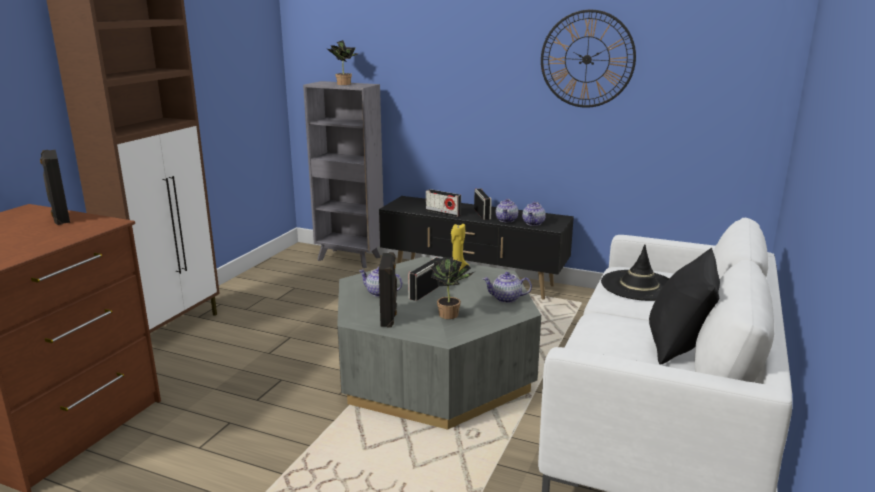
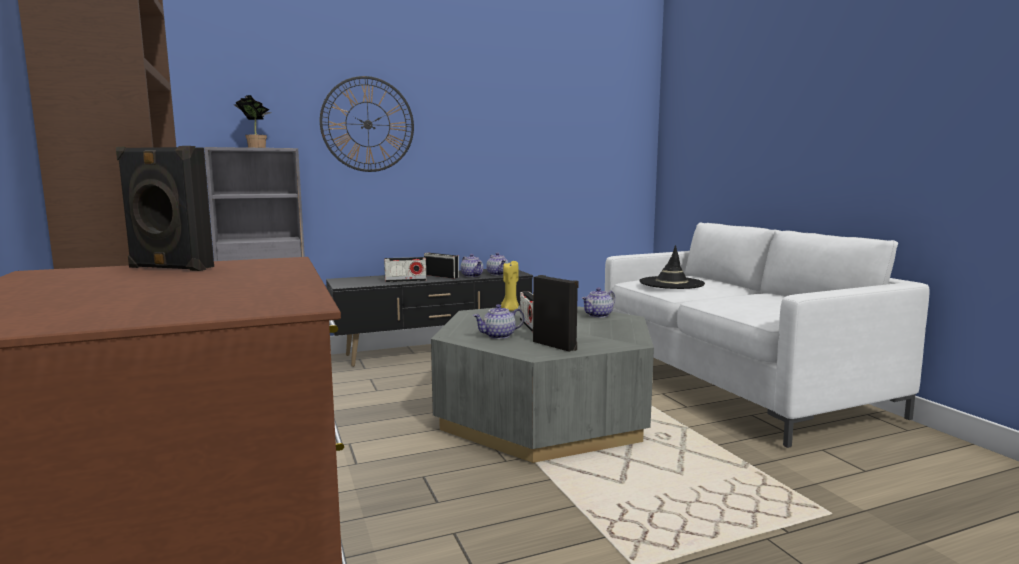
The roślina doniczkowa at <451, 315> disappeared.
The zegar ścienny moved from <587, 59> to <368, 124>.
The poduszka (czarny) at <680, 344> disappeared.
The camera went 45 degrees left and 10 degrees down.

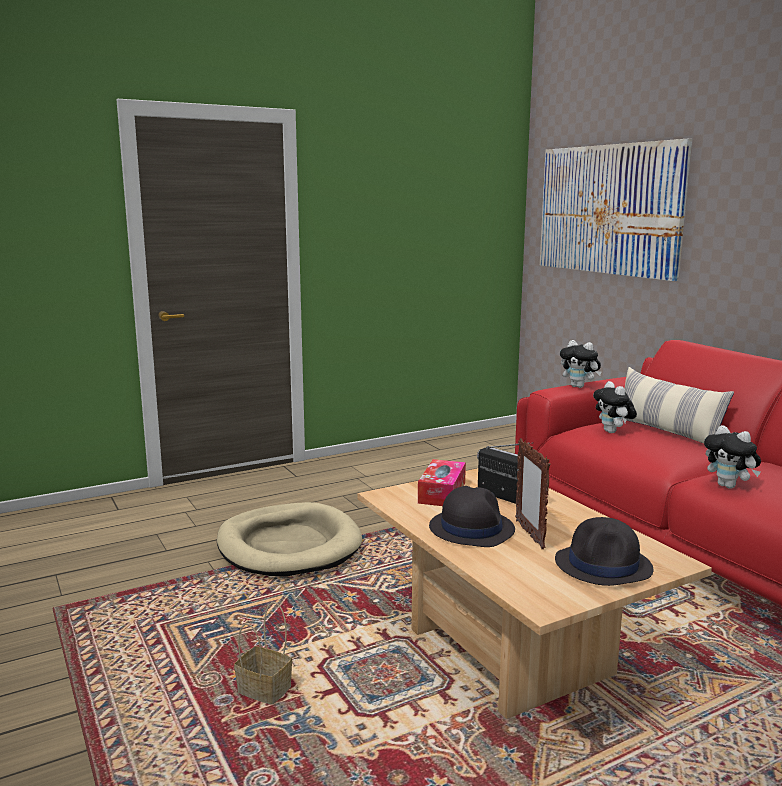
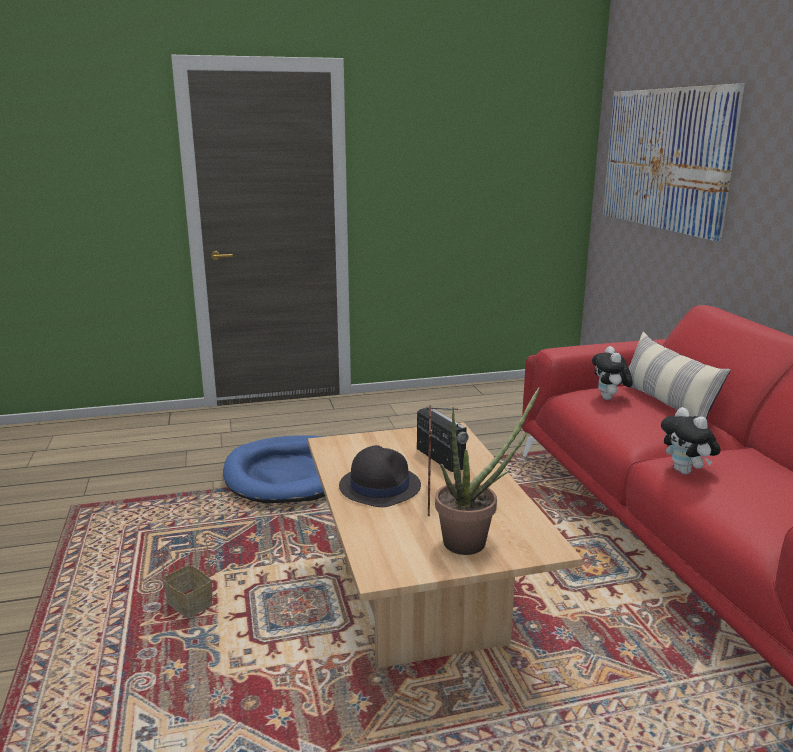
The legowisko (beżowy) at <289, 545> became the legowisko (niebieski) at <288, 474>.
The pudełko chusteczek at <442, 492> disappeared.
The kapelusz (czarny) at <604, 565> was replaced by the roślina doniczkowa at <473, 541>.
The pluszak at <579, 387> disappeared.
The camera went 15 degrees right and 5 degrees up.

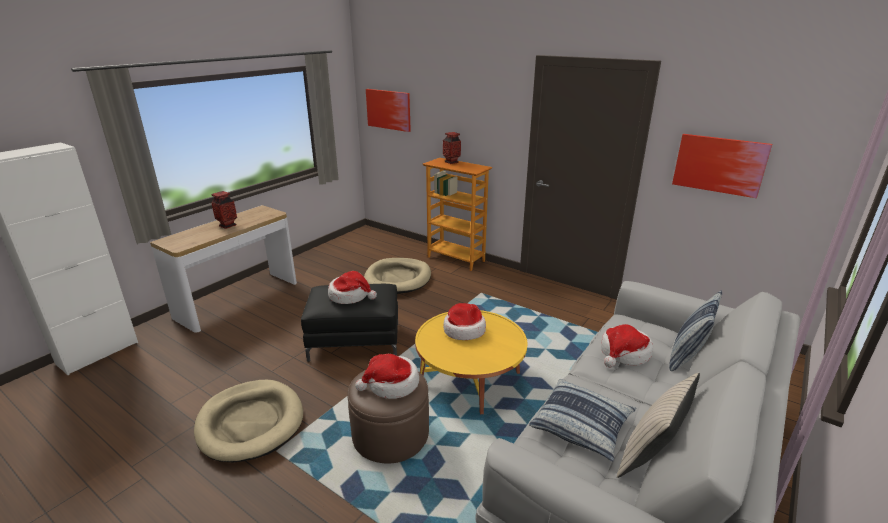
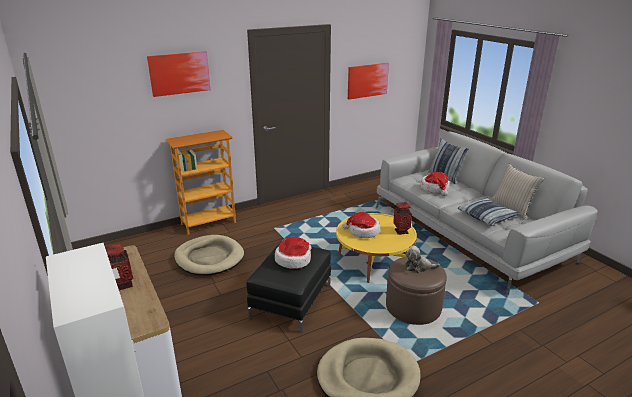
The kapelusz at <391, 384> was replaced by the pluszak at <419, 267>.
The obraz moved from <388, 109> to <179, 73>.
The wazon moved from <451, 162> to <401, 231>.
The camera went 65 degrees left and 0 degrees up.

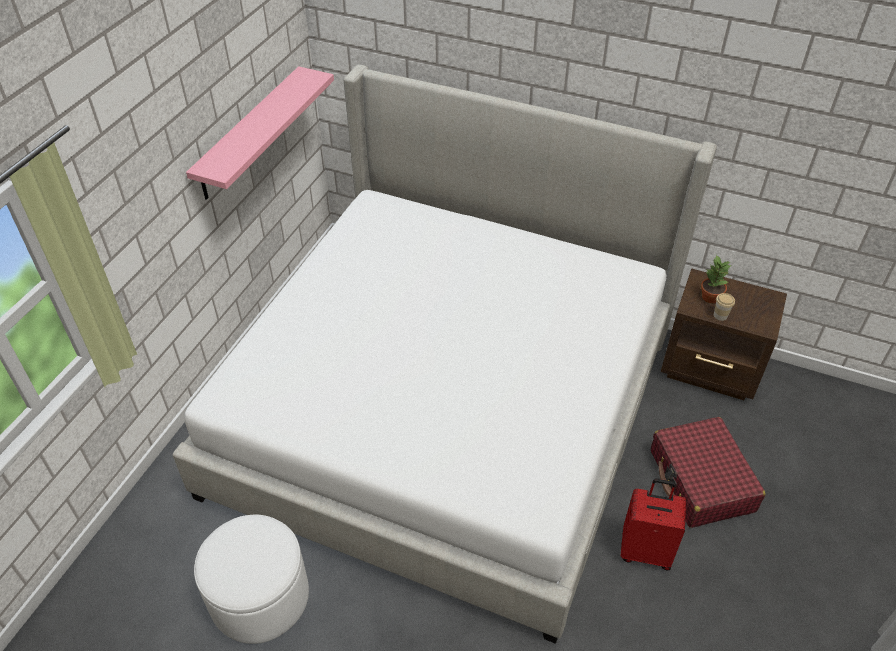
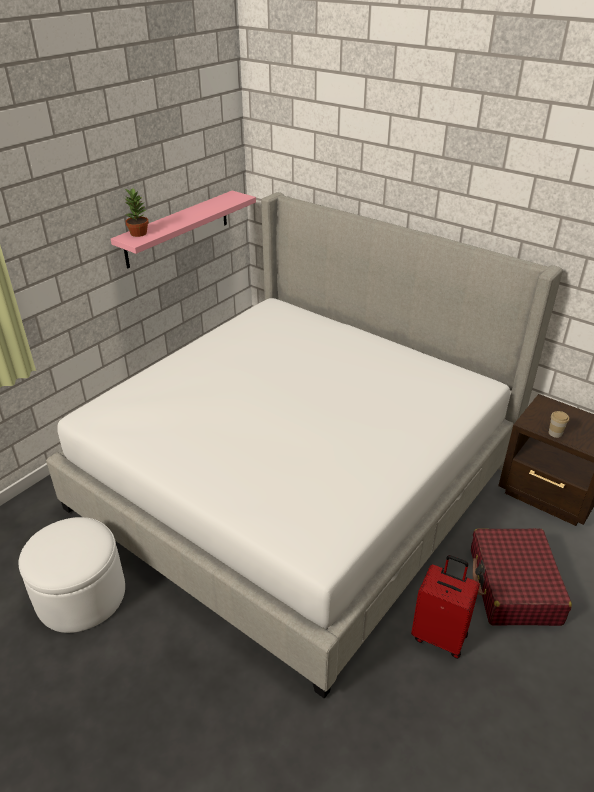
The roślina doniczkowa moved from <710, 297> to <138, 233>.
The camera went 15 degrees right and 10 degrees down.

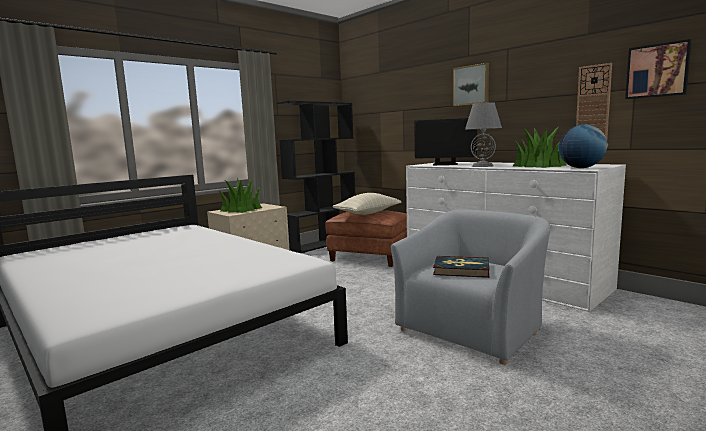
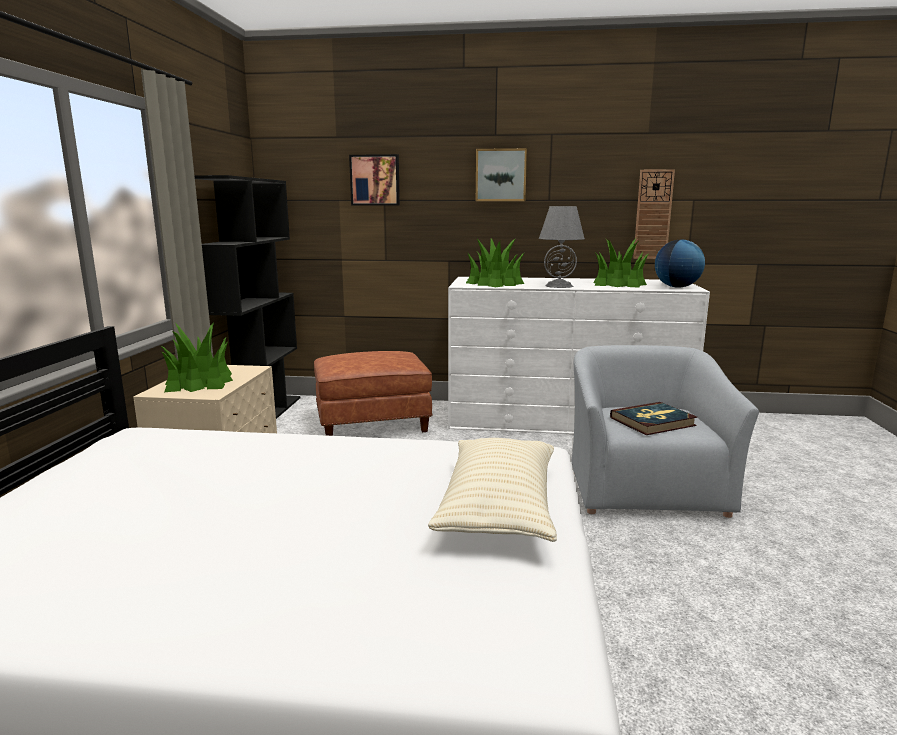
The poduszka (beżowy) moved from <367, 213> to <499, 508>.
The monitor at <445, 164> was replaced by the roślina doniczkowa at <495, 283>.
The obraz moved from <657, 71> to <375, 180>.
The camera went 40 degrees left and 5 degrees up.

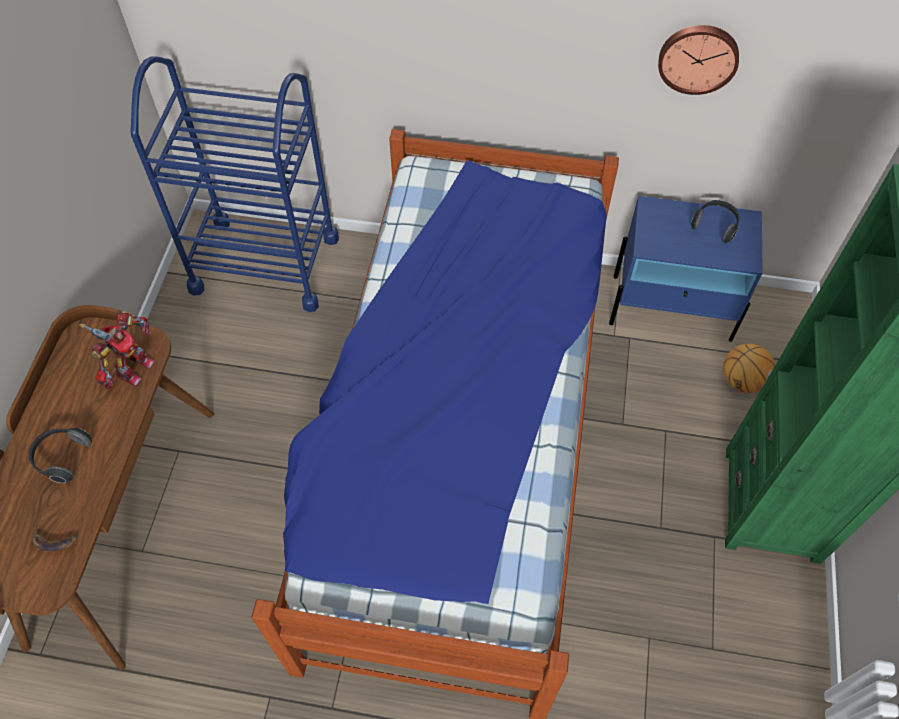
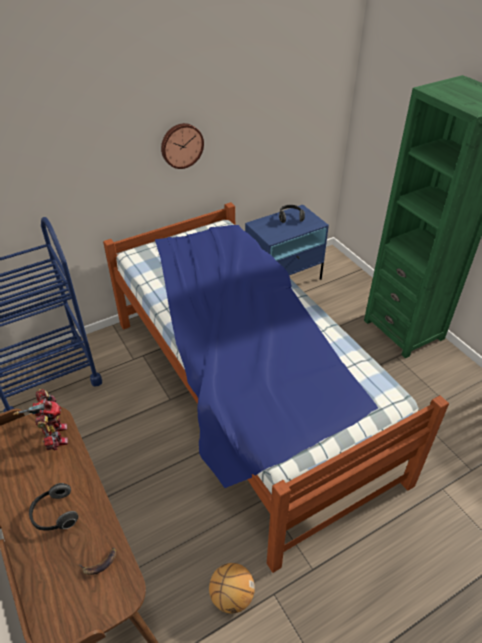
The zegar ścienny moved from <698, 57> to <181, 145>.
The piłka do koszykówki moved from <741, 380> to <231, 596>.
The camera went 40 degrees left and 15 degrees down.

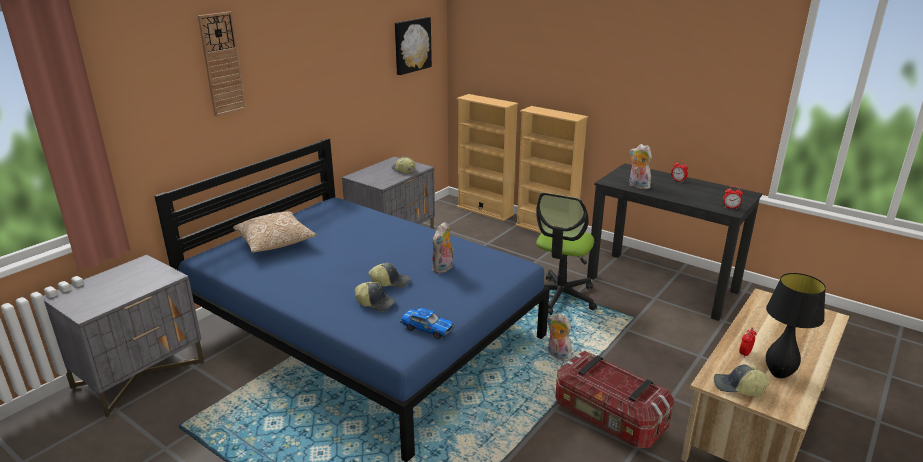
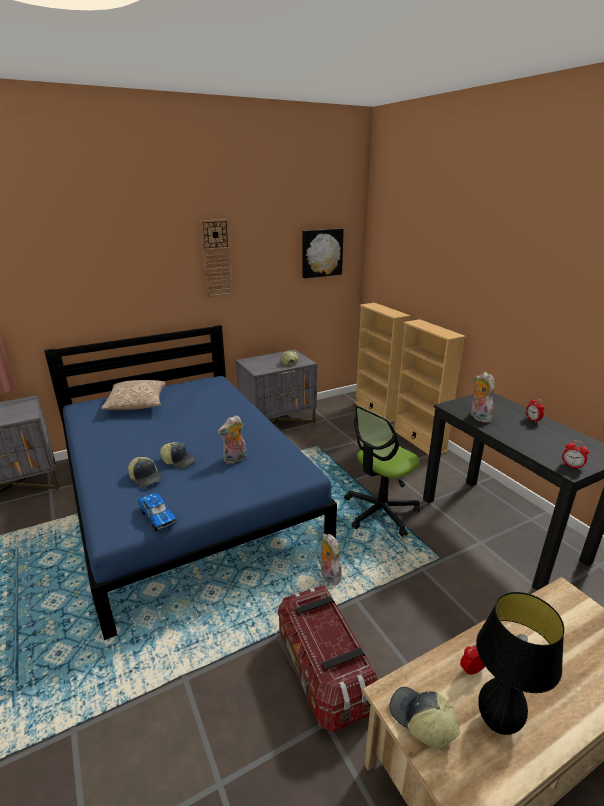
The zegar ścienny moved from <222, 64> to <216, 258>.
The camera went 25 degrees right and 0 degrees up.

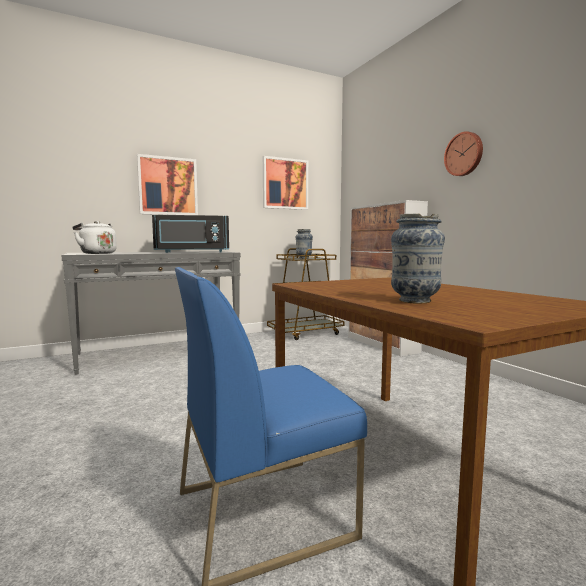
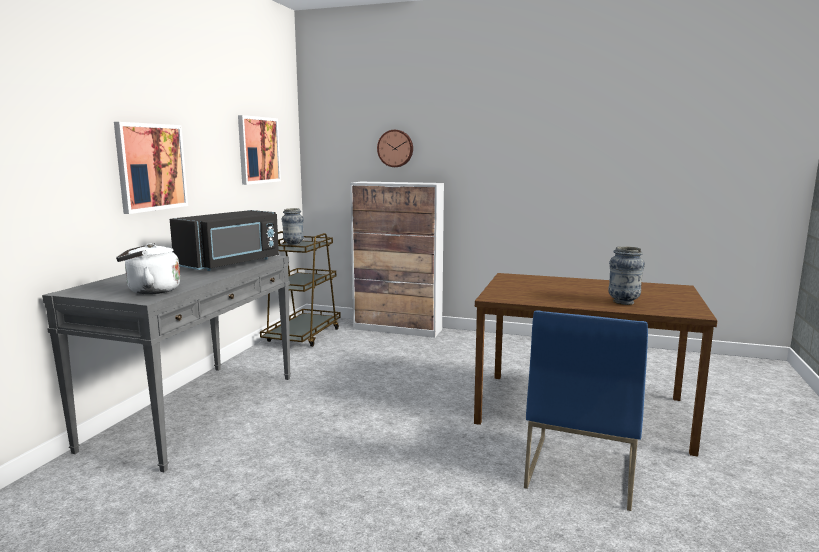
The zegar ścienny moved from <464, 154> to <395, 148>.
The camera went 45 degrees left and 5 degrees up.

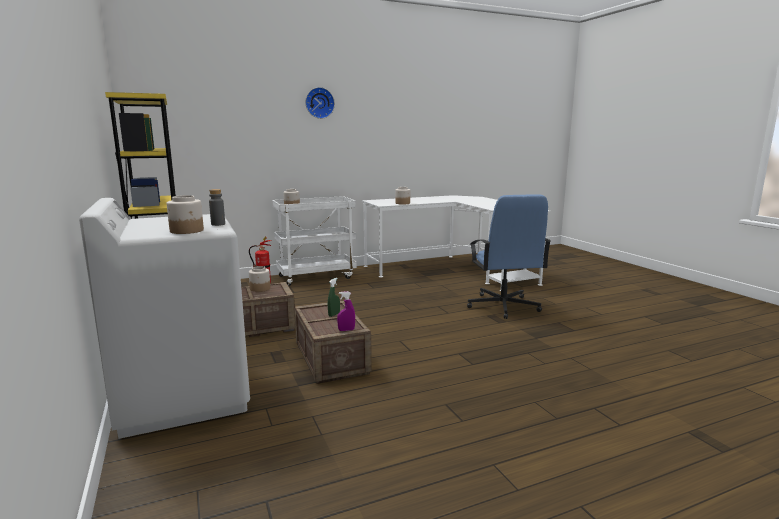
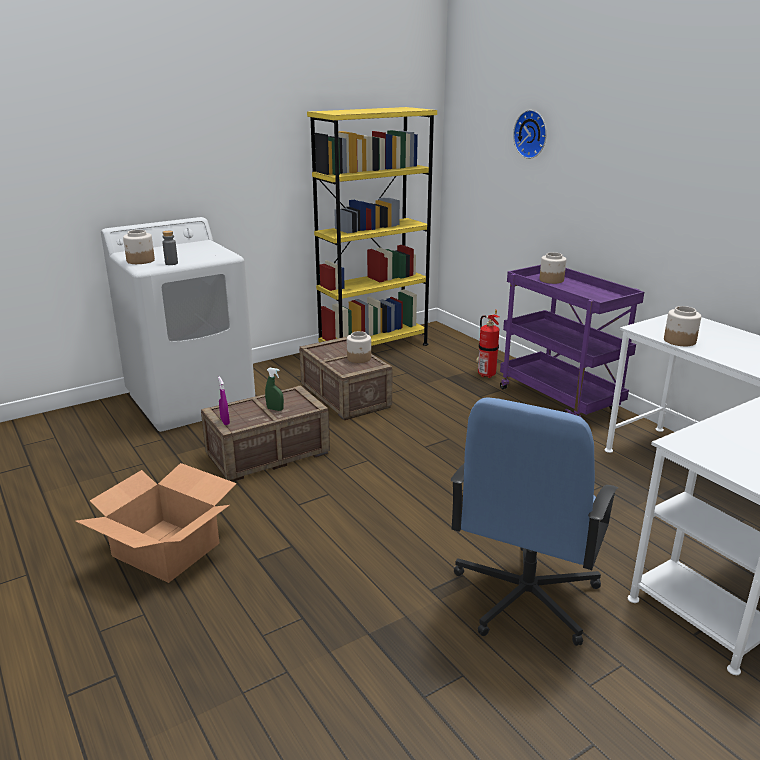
The wózek (biały) at <317, 277> became the wózek (fioletowy) at <560, 400>.
The zegar ścienny moved from <319, 103> to <532, 134>.
The krzesło biurowe (niebieski) at <503, 306> turned 45 degrees counterclockwise.
The karton at <166, 549> appeared.
The camera went 80 degrees right and 10 degrees up.

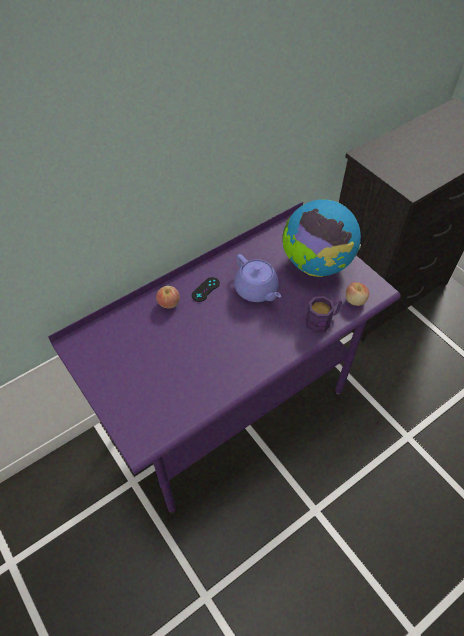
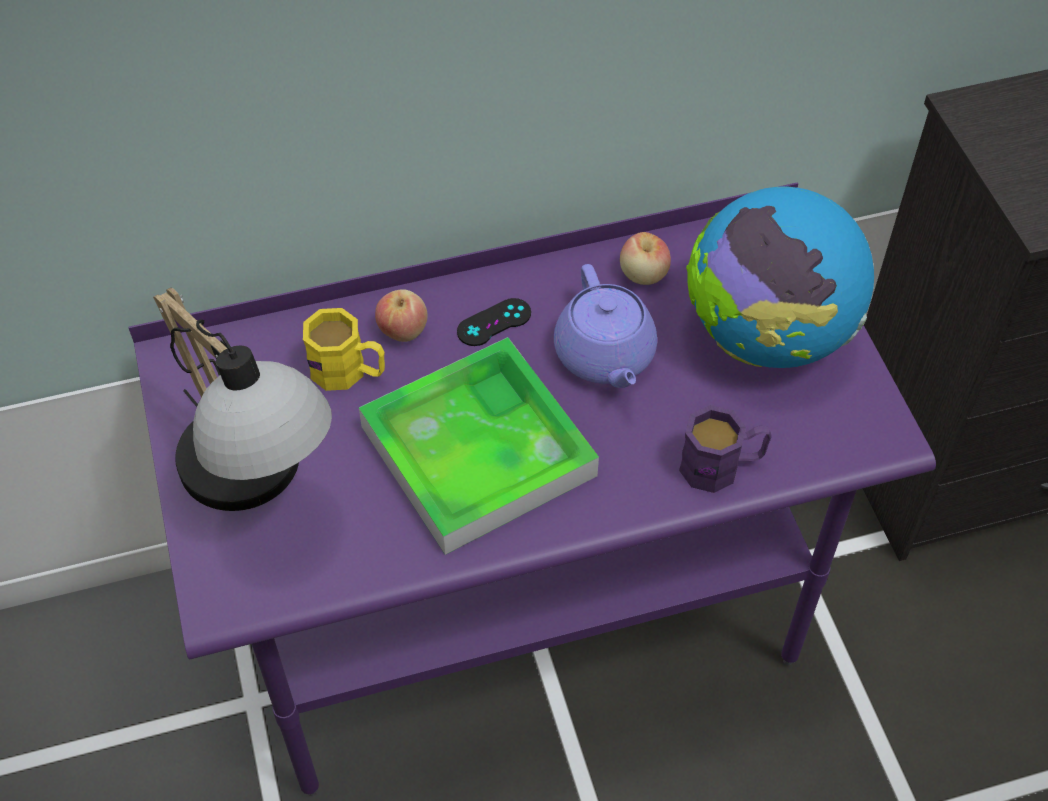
The jabłko moved from <355, 300> to <643, 274>.
The lampa stołowa at <258, 483> appeared.
The kubek (żółty) at <349, 372> appeared.
The taca at <478, 451> appeared.
The camera went 20 degrees right and 0 degrees up.

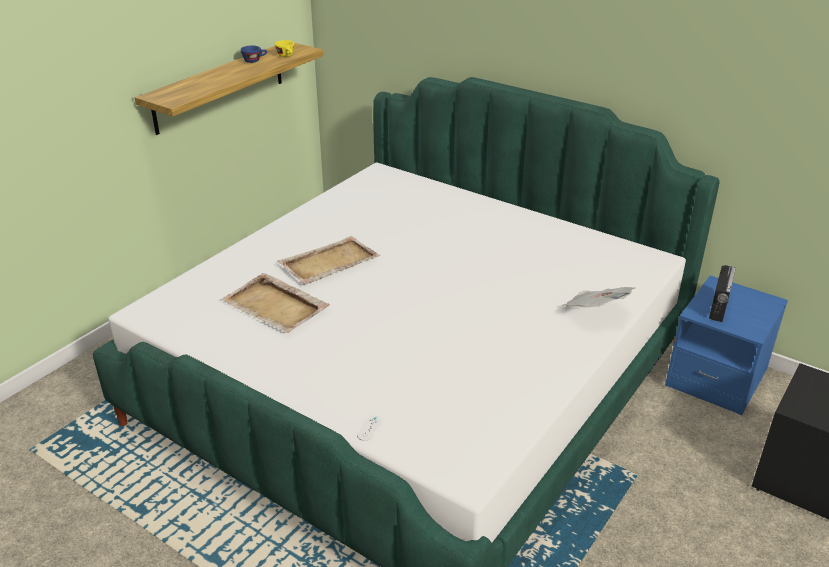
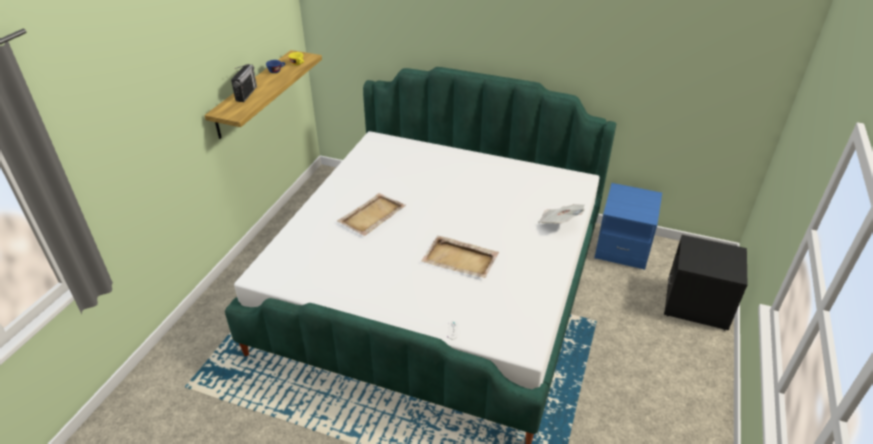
The taca (beżowy) moved from <275, 306> to <460, 259>.
The radio moved from <718, 307> to <246, 94>.
The camera went 15 degrees left and 5 degrees up.

